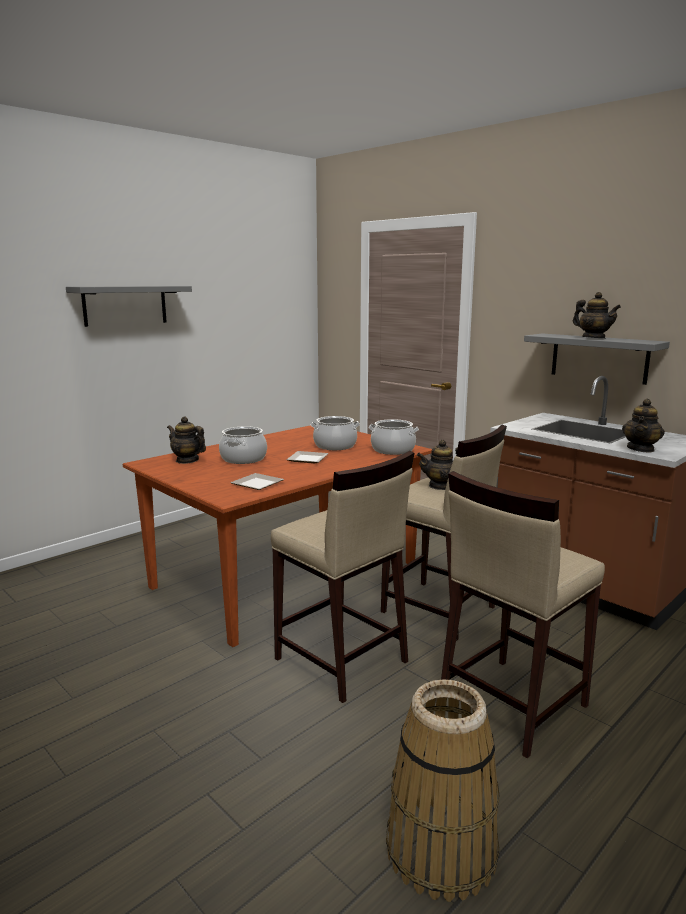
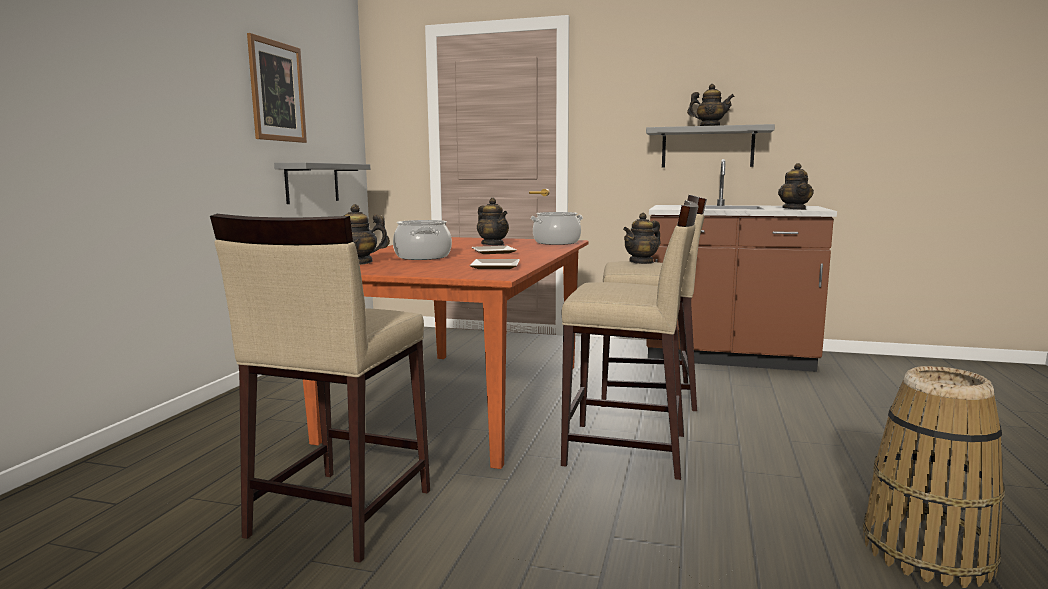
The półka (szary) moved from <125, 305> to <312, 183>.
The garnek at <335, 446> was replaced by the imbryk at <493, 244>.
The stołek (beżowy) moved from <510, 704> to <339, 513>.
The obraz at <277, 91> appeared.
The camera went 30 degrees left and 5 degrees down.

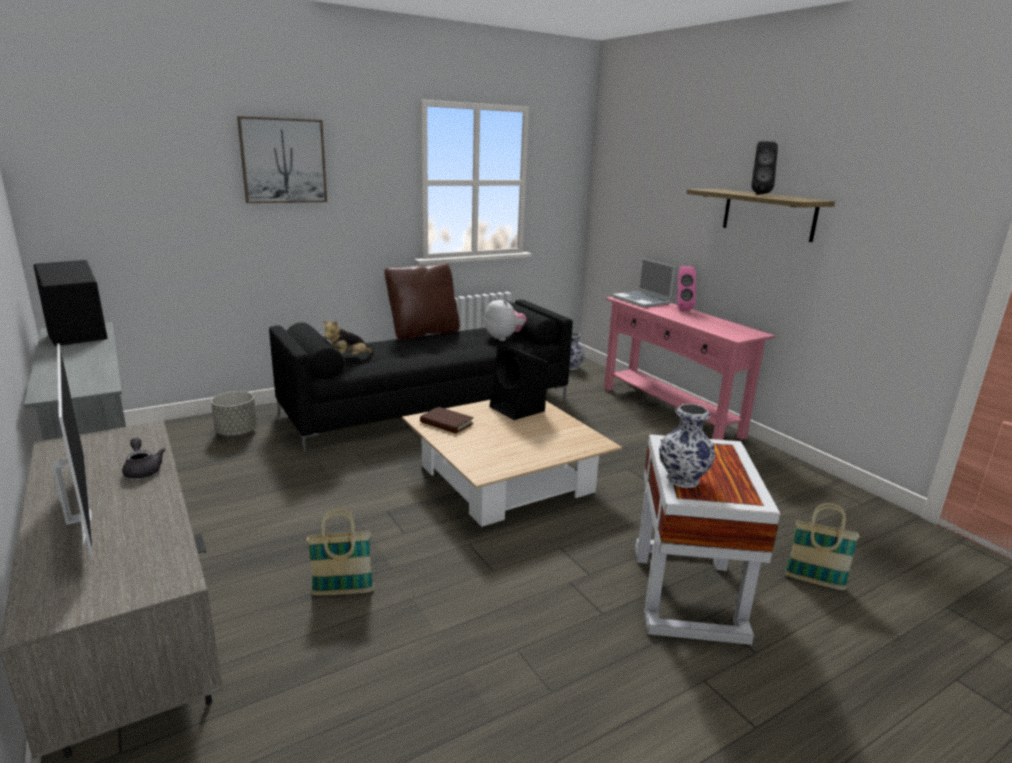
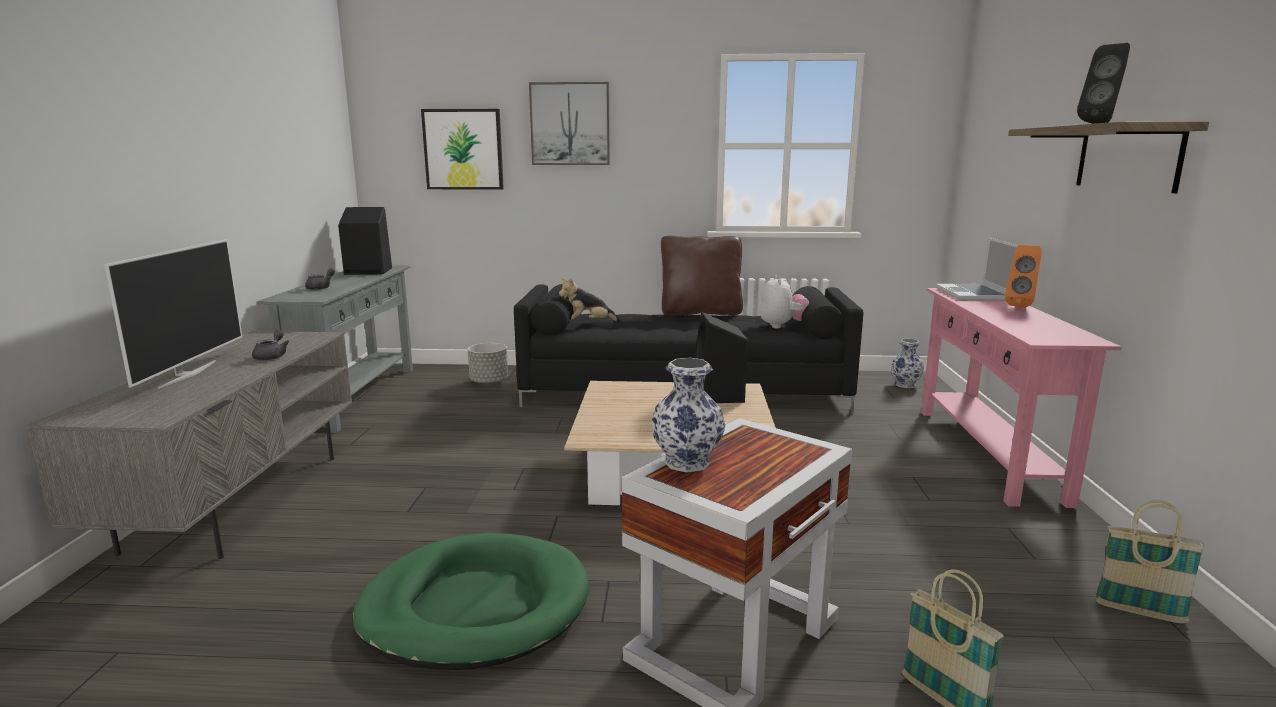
The koszyk moved from <343, 592> to <1139, 612>.
The książka (brązowy) at <446, 423> disappeared.
The głośnik (różowy) at <681, 308> became the głośnik (pomarańczowy) at <1020, 306>.
The imbryk (szary) at <321, 288> appeared.
The legowisko (zielony) at <475, 607> appeared.
The obraz at <463, 149> appeared.
The camera went 35 degrees right and 5 degrees down.

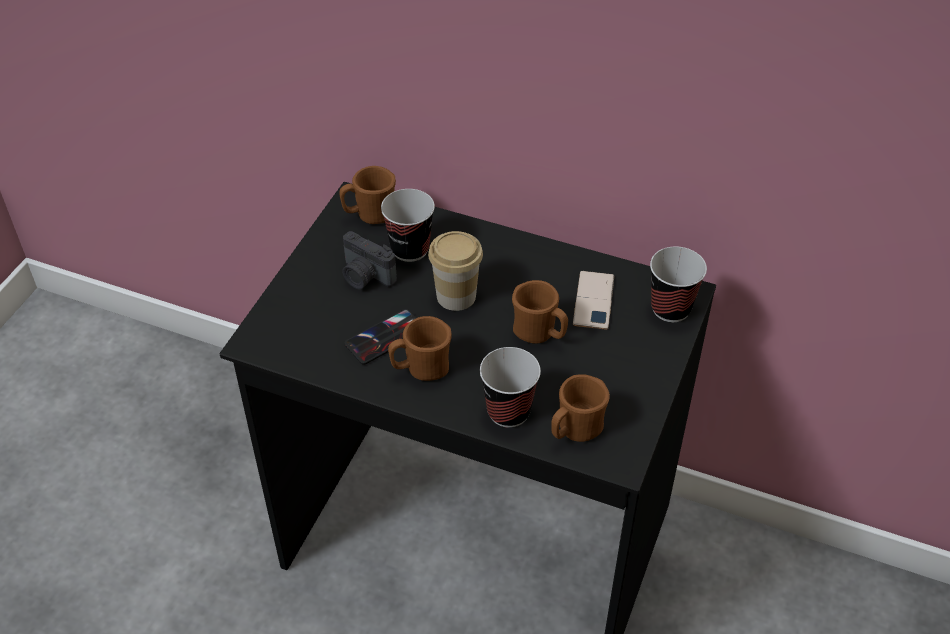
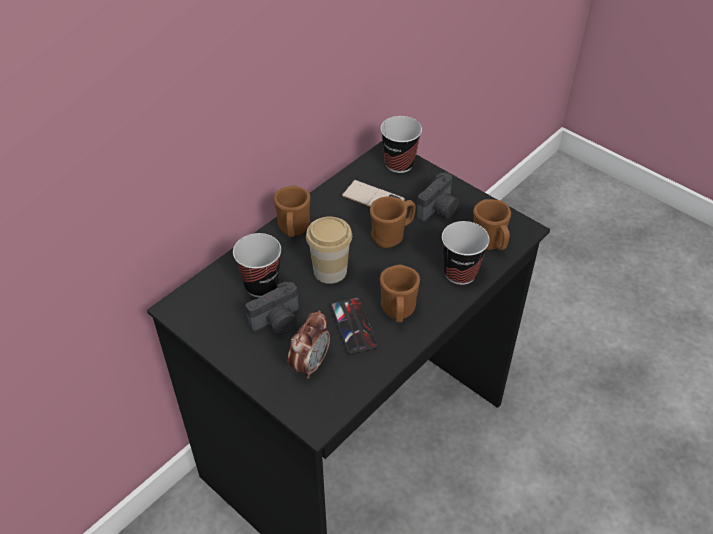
The kubek (brązowy) moved from <370, 215> to <293, 230>.
The budzik at <310, 364> appeared.
The aparat fotograficzny at <439, 210> appeared.
The camera went 70 degrees left and 0 degrees up.

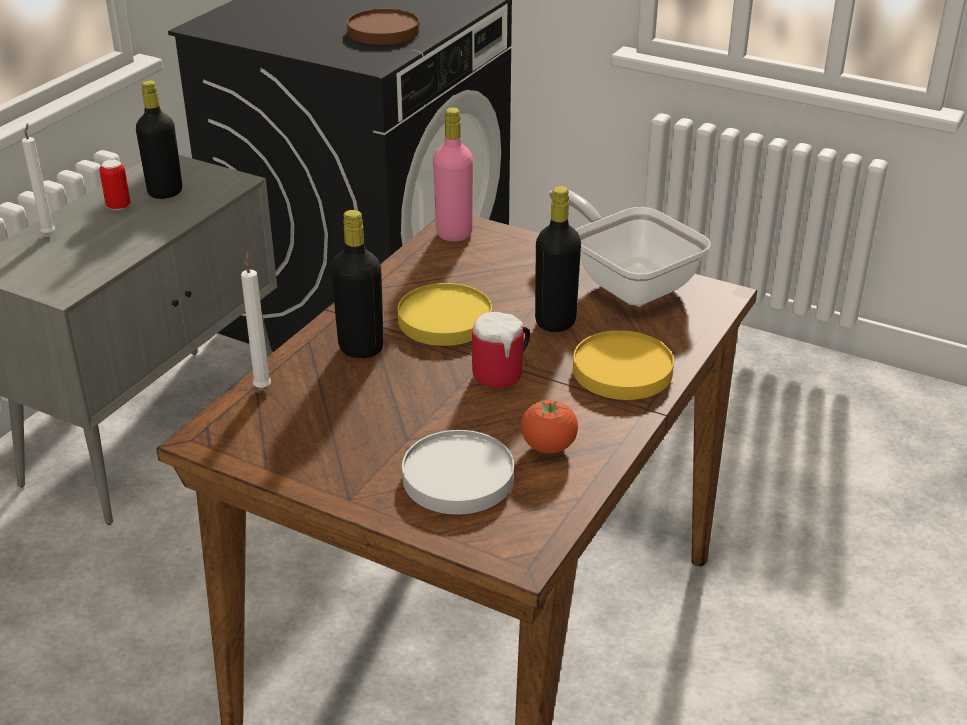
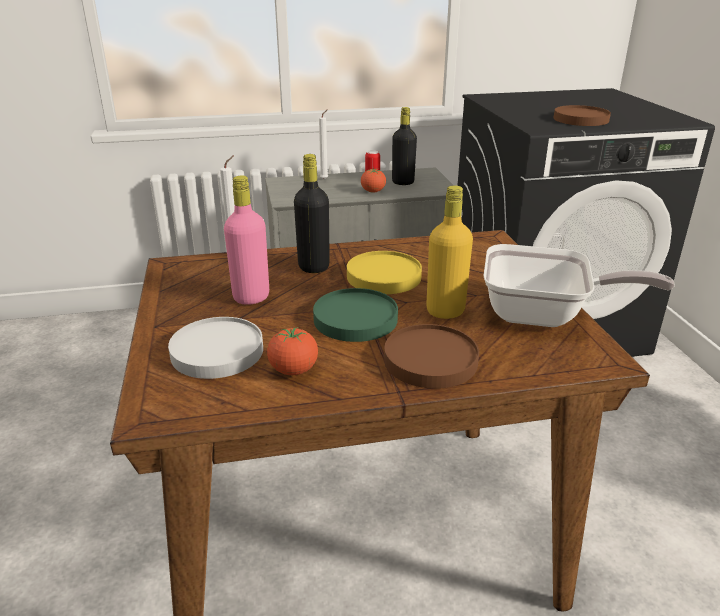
The butelka (różowy) moved from <454, 233> to <251, 297>.
The kubek at <504, 373> was replaced by the talerz (zielony) at <356, 319>.
The butelka (czarny) at <555, 322> became the butelka (żółty) at <445, 311>.
The patelnia at <627, 281> turned 90 degrees clockwise.
The talerz (żółty) at <621, 370> became the talerz (brązowy) at <430, 360>.
The pomidor at <373, 191> appeared.
The camera went 50 degrees right and 5 degrees down.

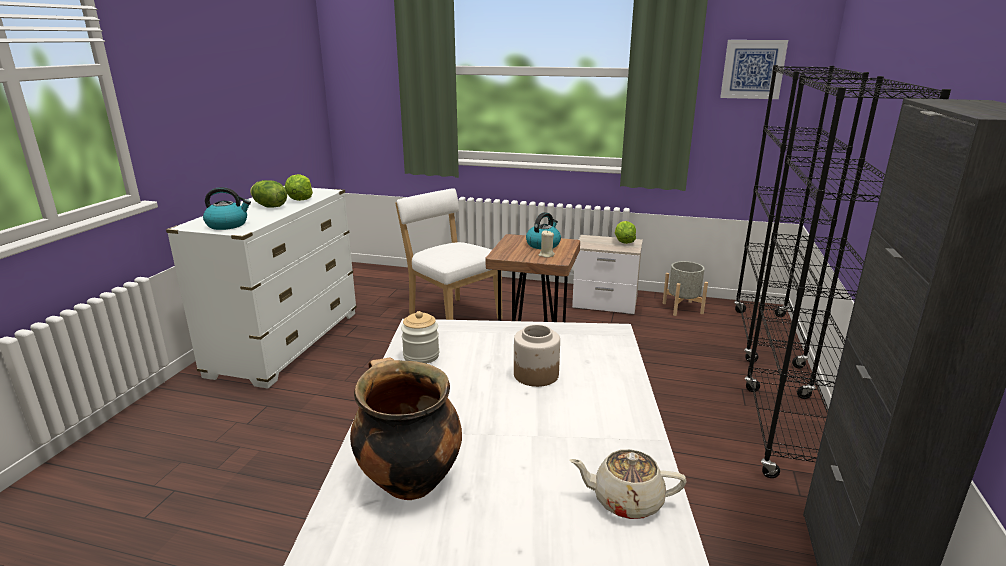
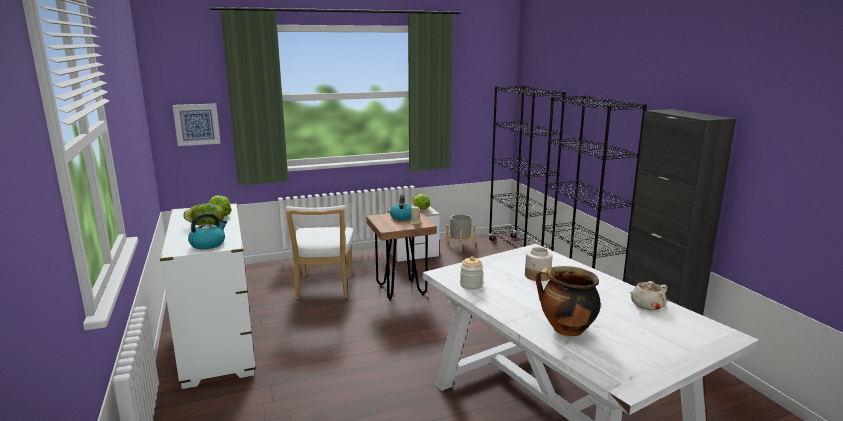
The krzesło (biały) at <452, 316> turned 105 degrees counterclockwise.
The obraz moved from <753, 69> to <197, 124>.
The camera went 35 degrees left and 5 degrees down.

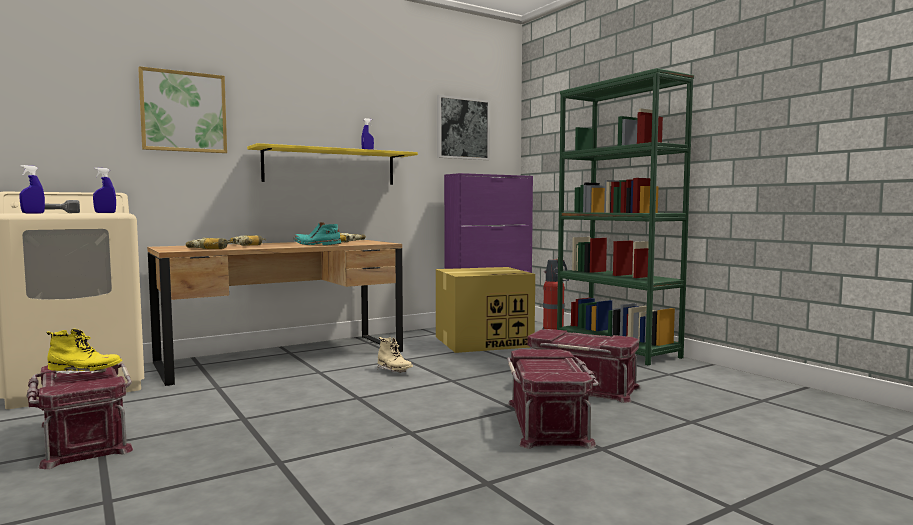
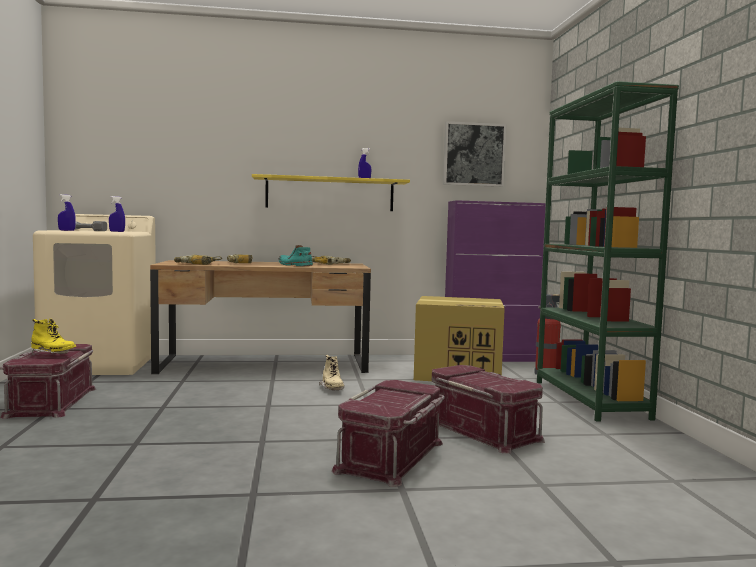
The obraz at <183, 112> disappeared.
The camera went 25 degrees right and 0 degrees up.

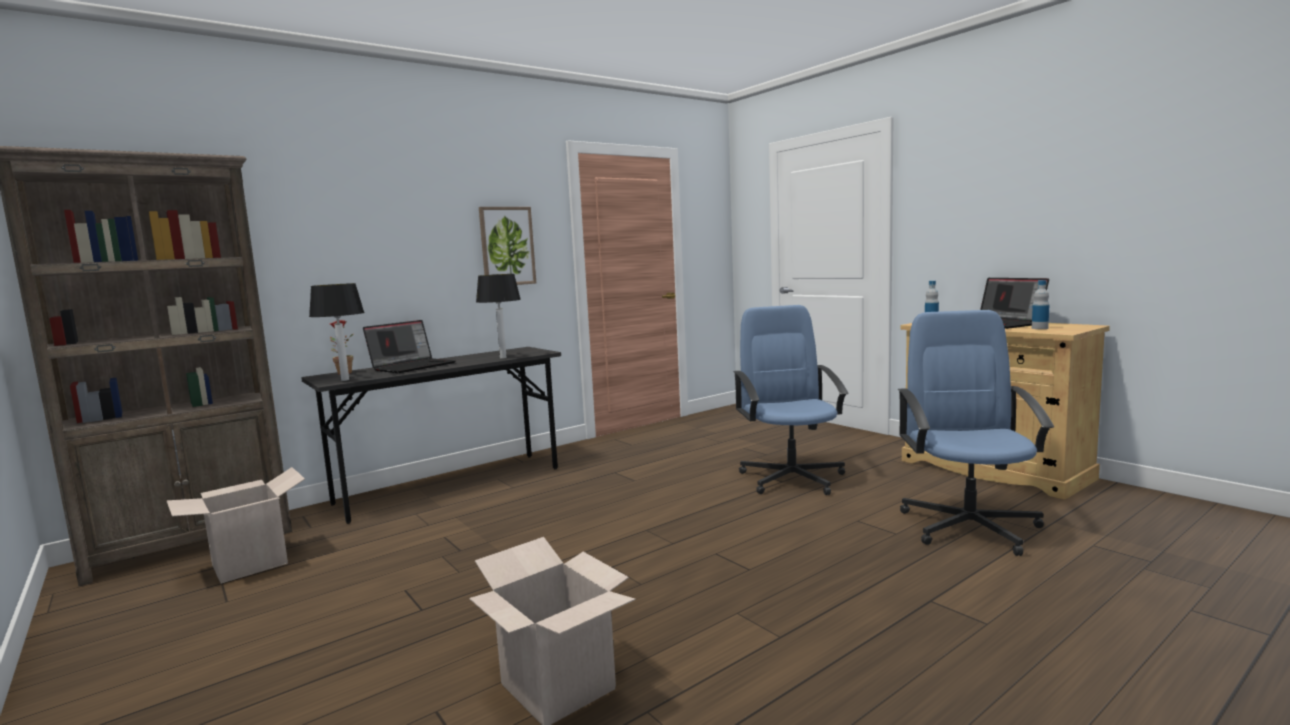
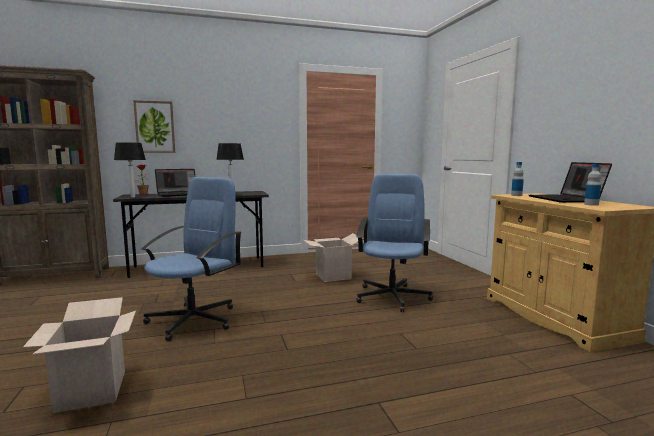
The karton moved from <249, 564> to <333, 276>.
The obraz moved from <507, 246> to <155, 127>.
The krzesło biurowe (niebieski) moved from <969, 526> to <194, 320>.
The camera went 20 degrees right and 0 degrees up.

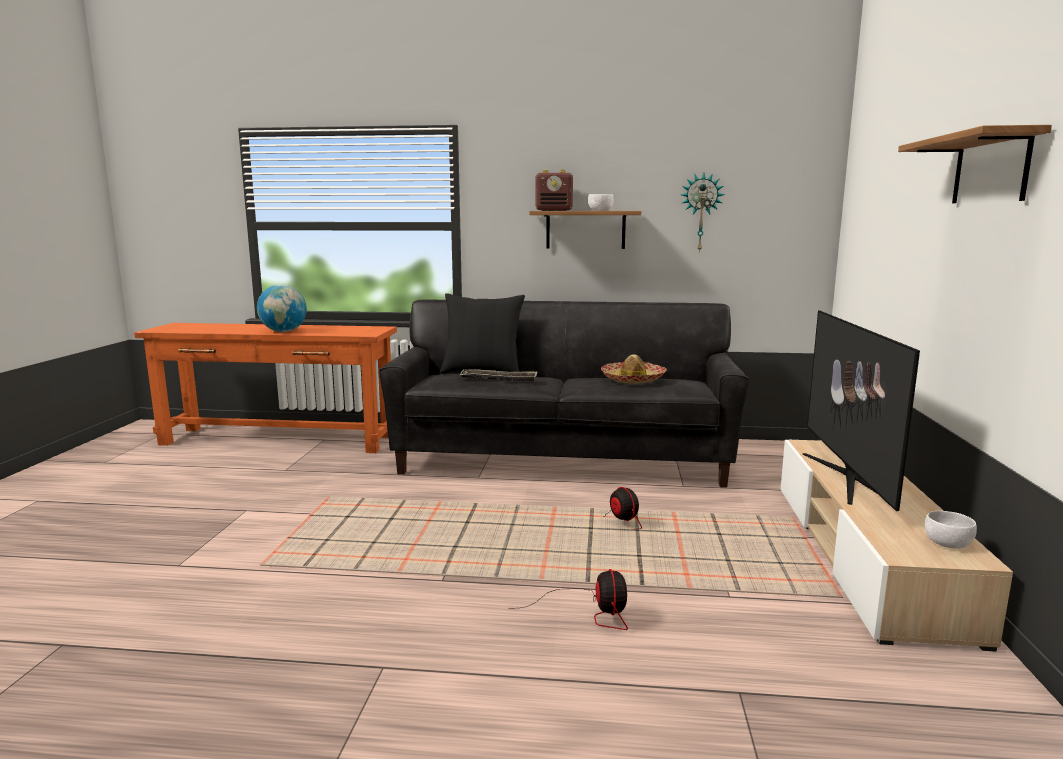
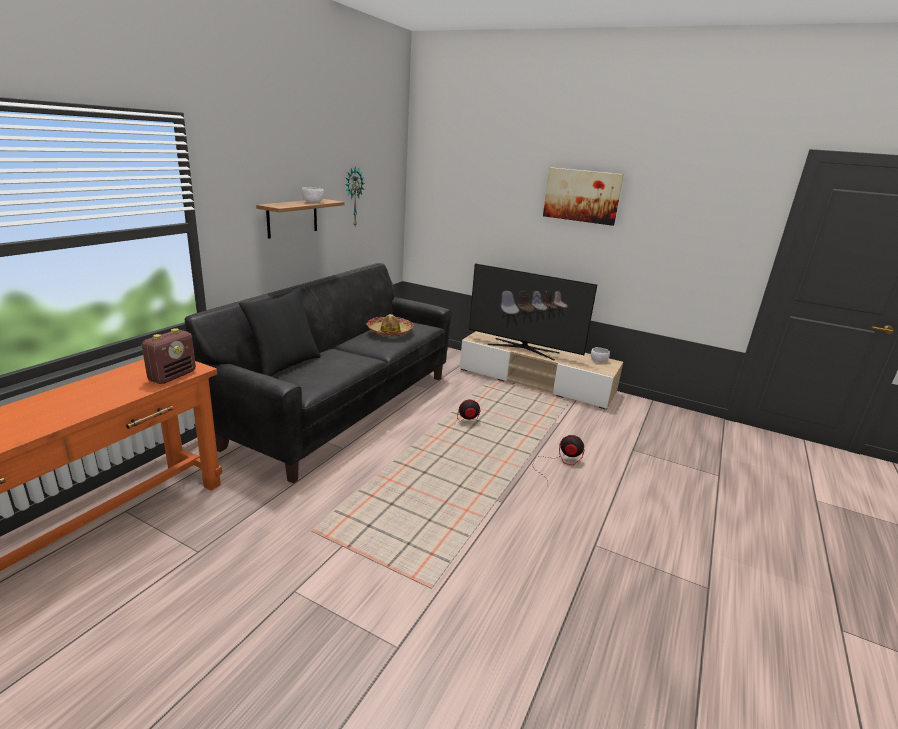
The globus at <284, 331> disappeared.
The taca at <499, 379> disappeared.
The radio moved from <554, 210> to <173, 376>.
The półka at <990, 169> was replaced by the obraz at <582, 196>.
The camera went 70 degrees left and 10 degrees up.

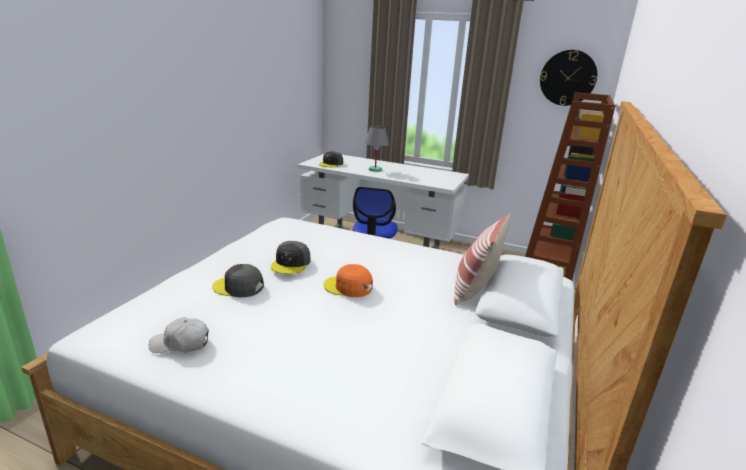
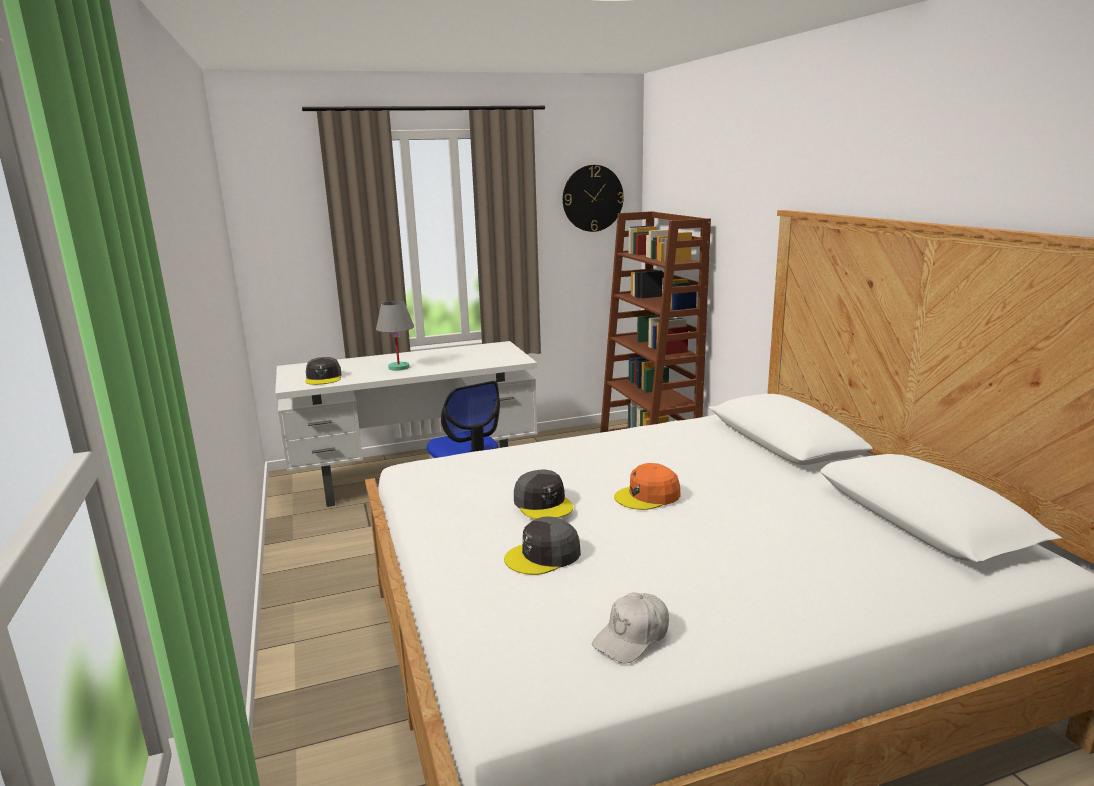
The poduszka at <475, 290> disappeared.
The camera went 40 degrees left and 5 degrees down.

